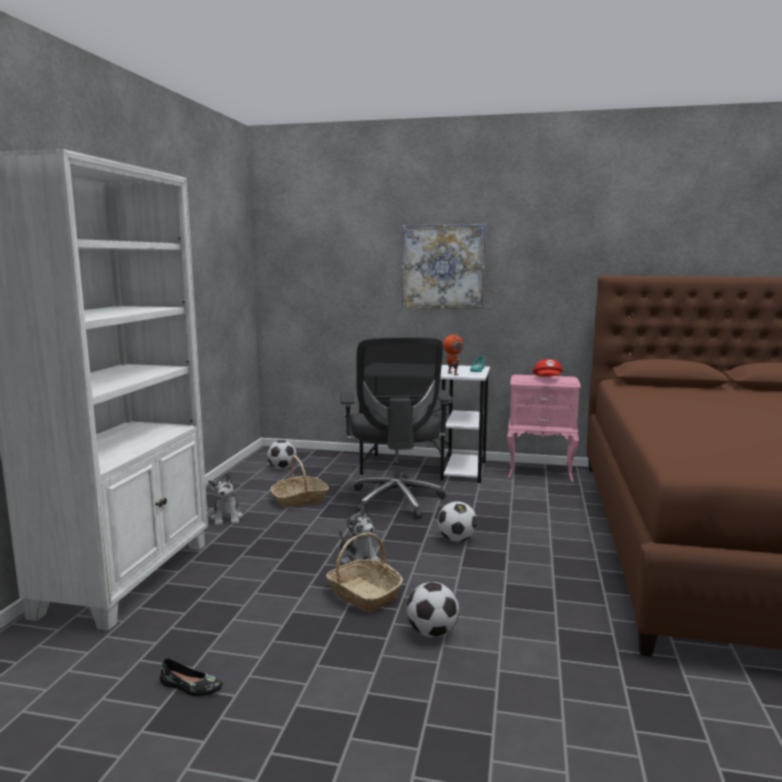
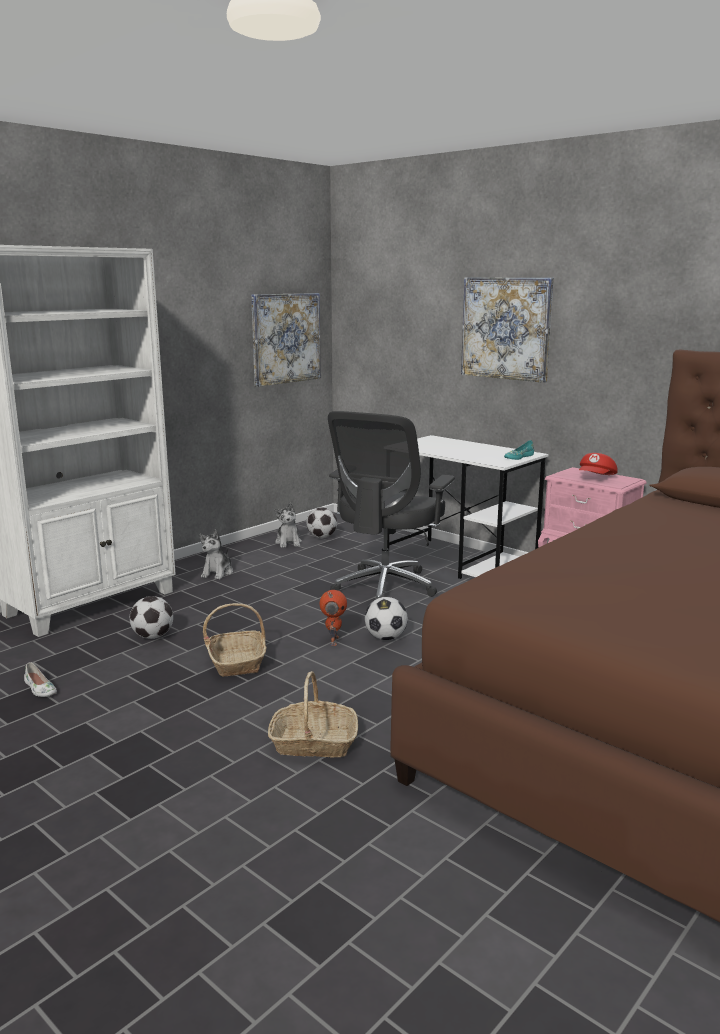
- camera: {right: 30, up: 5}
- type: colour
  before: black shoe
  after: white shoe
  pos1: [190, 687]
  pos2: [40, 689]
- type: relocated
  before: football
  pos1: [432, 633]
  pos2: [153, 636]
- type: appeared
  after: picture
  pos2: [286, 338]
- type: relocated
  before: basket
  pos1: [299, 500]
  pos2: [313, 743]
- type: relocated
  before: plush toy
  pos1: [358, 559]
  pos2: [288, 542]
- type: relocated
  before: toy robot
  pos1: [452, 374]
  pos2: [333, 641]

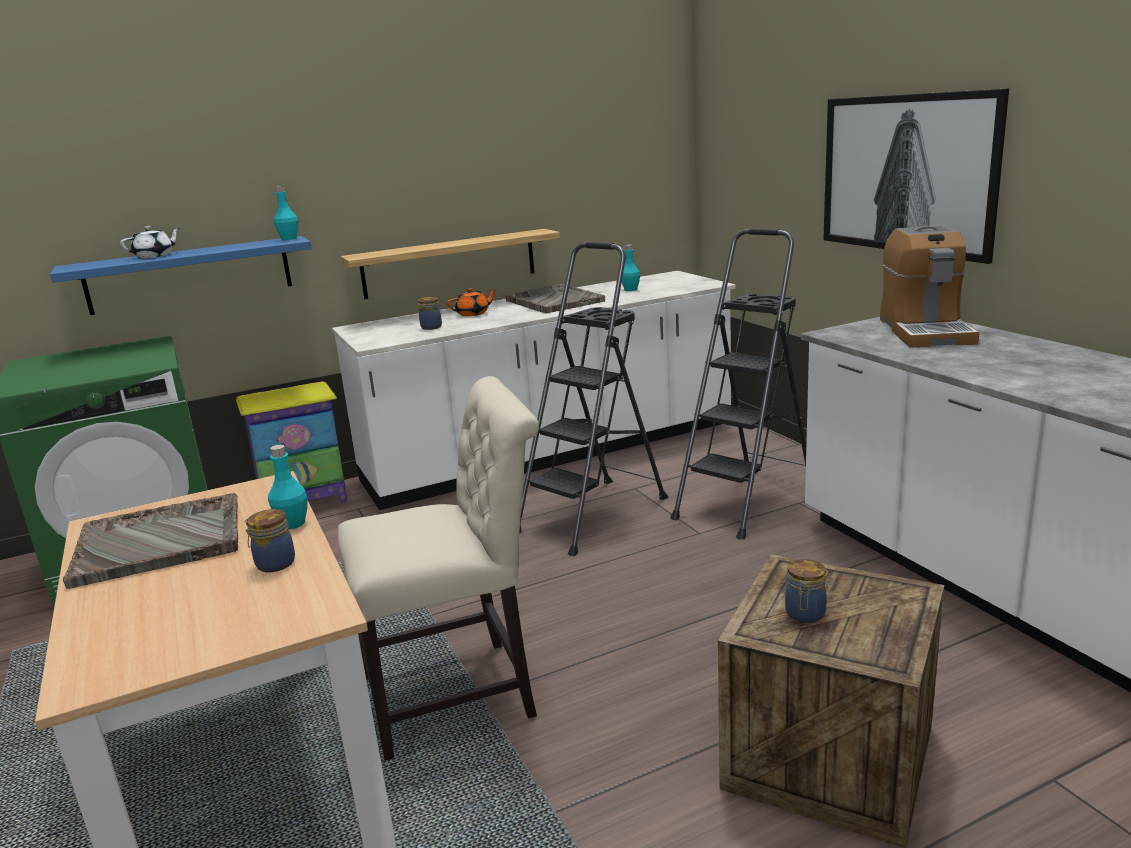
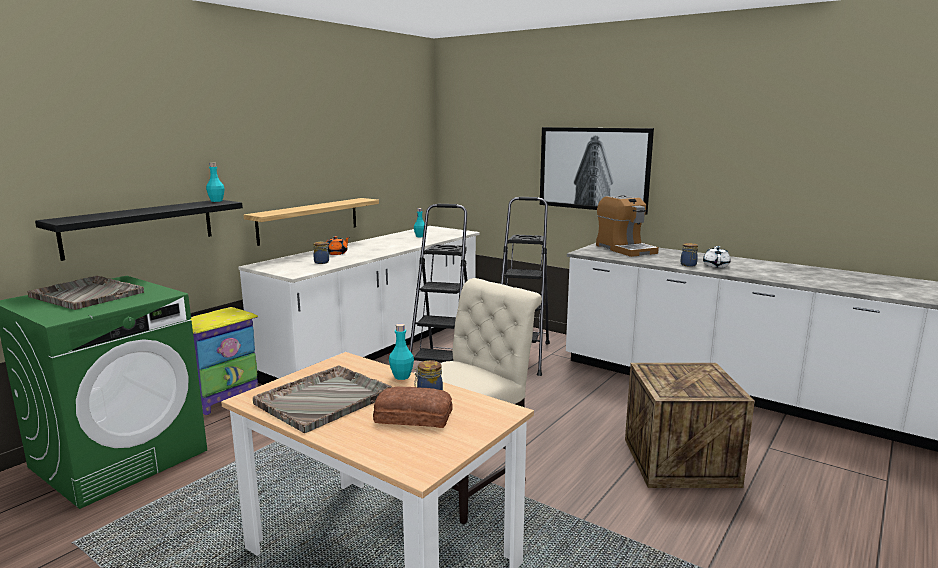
- camera: {right: -30, up: -5}
- type: relocated
  before: grey tray
  pos1: [554, 301]
  pos2: [86, 294]
- type: colour
  before: blue shelf
  after: black shelf
  pos1: [189, 275]
  pos2: [140, 228]
- type: appeared
  after: bread
  pos2: [413, 416]
- type: relocated
  before: jar
  pos1: [805, 615]
  pos2: [688, 265]
- type: relocated
  before: white teapot
  pos1: [155, 256]
  pos2: [716, 265]

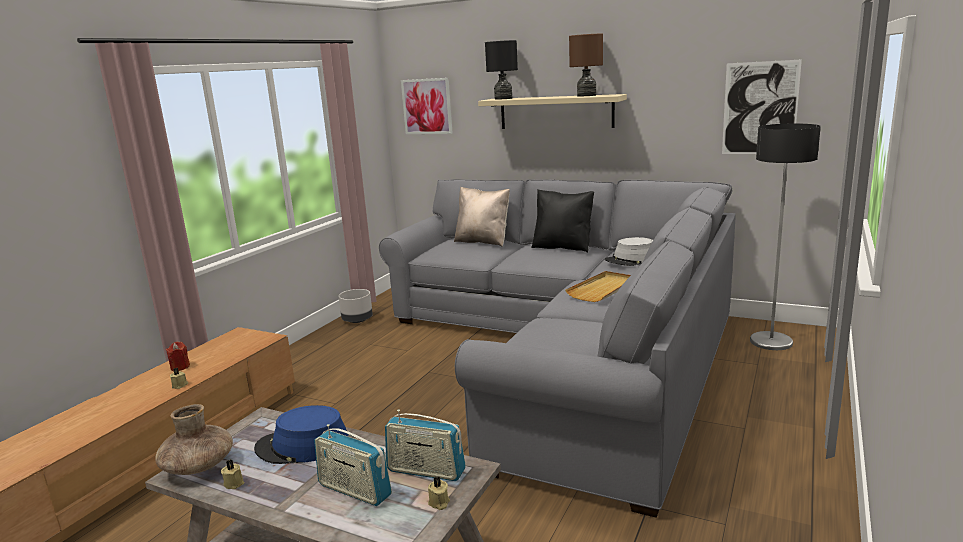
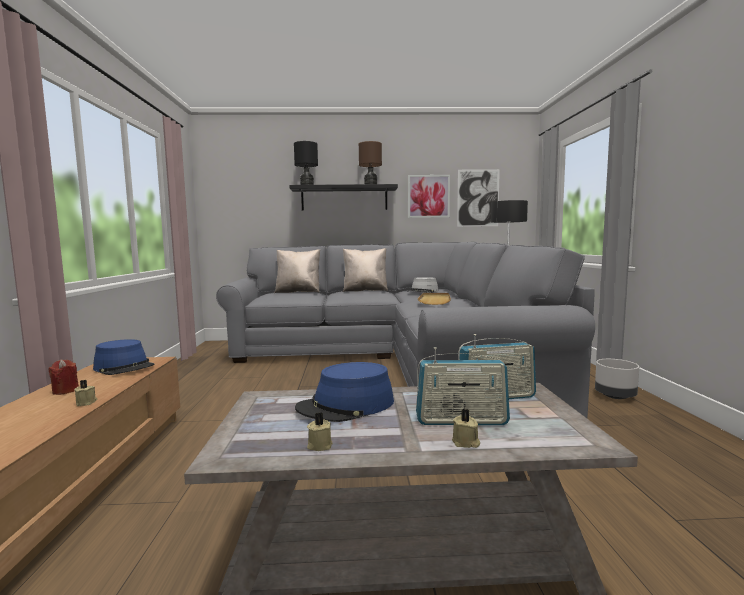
- camera: {right: -30, up: -10}
- type: appeared
  after: blue hat
  pos2: [124, 367]
- type: colour
  before: beige shelf
  after: black shelf
  pos1: [556, 112]
  pos2: [344, 198]
- type: colour
  before: black pillow
  after: beige pillow
  pos1: [563, 247]
  pos2: [365, 290]
- type: relocated
  before: picture
  pos1: [427, 106]
  pos2: [428, 196]
- type: relocated
  before: beige candle
  pos1: [439, 503]
  pos2: [466, 443]
- type: relocated
  before: grey planter
  pos1: [357, 320]
  pos2: [615, 396]
- type: missing
  before: brown vase
  pos1: [198, 466]

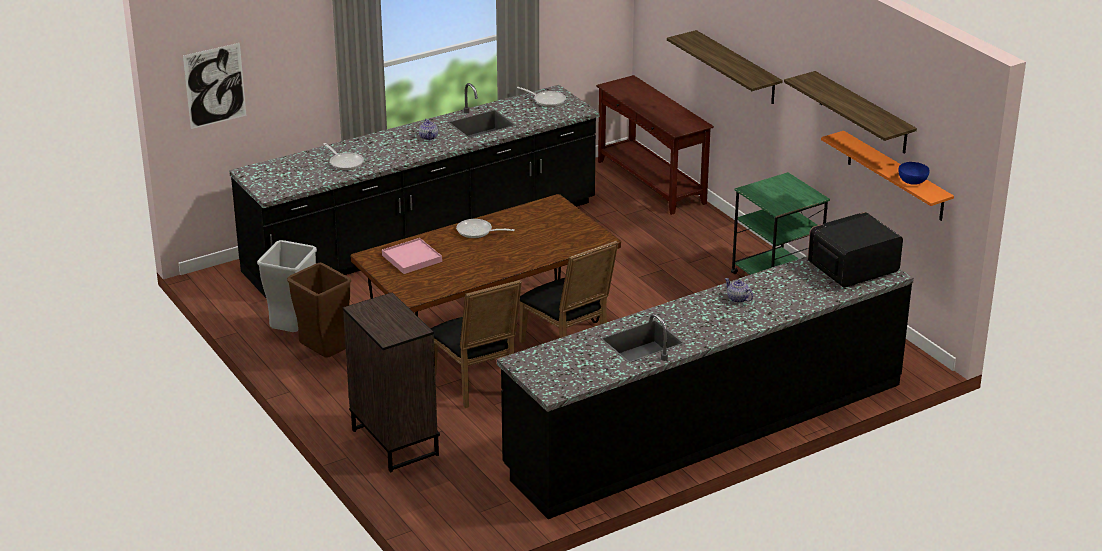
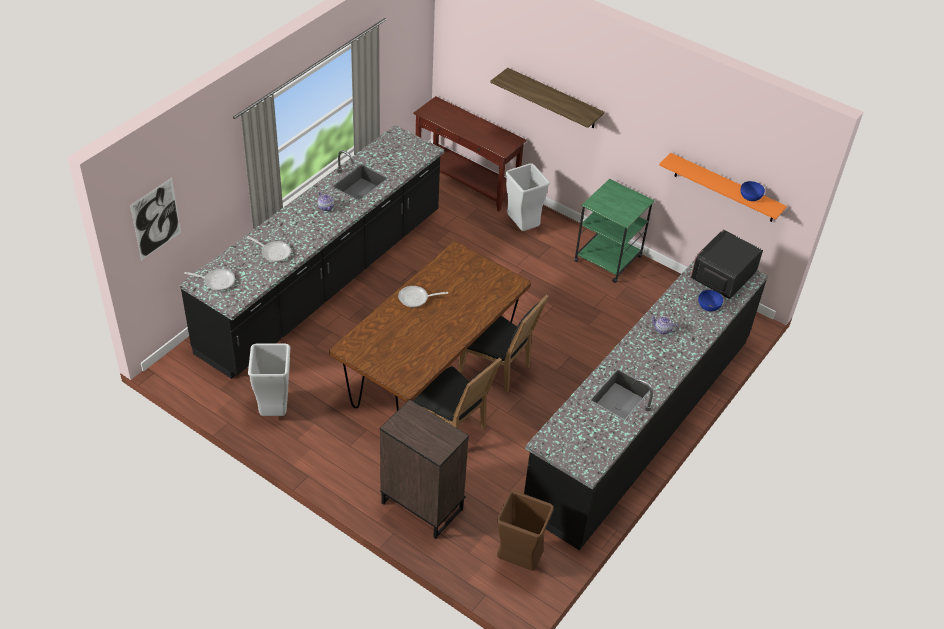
- camera: {right: -25, up: 15}
- type: relocated
  before: frying pan
  pos1: [547, 100]
  pos2: [216, 281]
- type: relocated
  before: brown trash can
  pos1: [324, 356]
  pos2: [518, 561]
- type: appeared
  after: grey trash can
  pos2: [522, 227]
- type: appeared
  after: blue bowl
  pos2: [709, 306]
- type: missing
  before: pink tray
  pos1: [412, 258]
- type: missing
  before: shelf
  pos1: [863, 113]

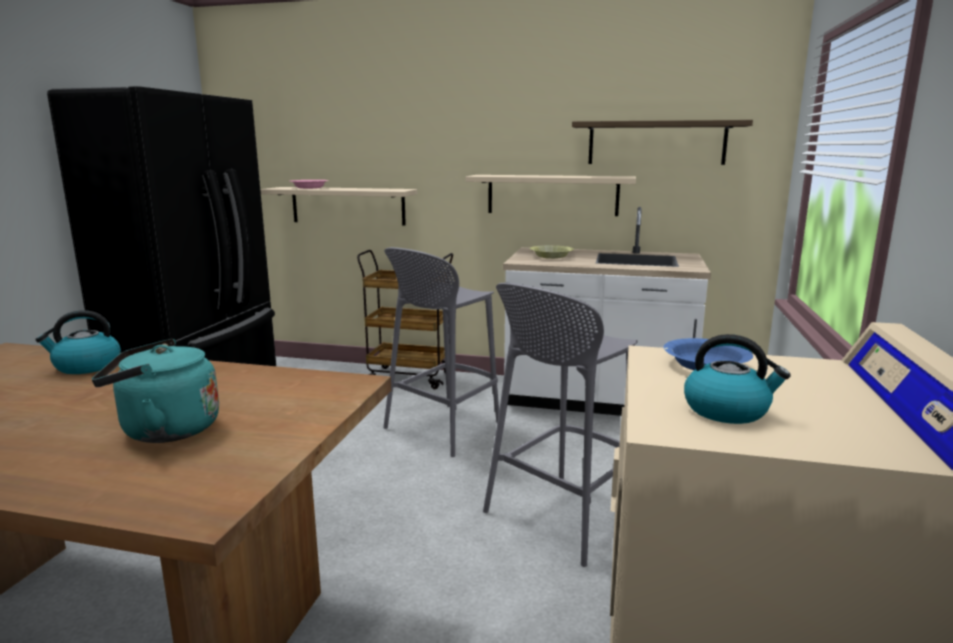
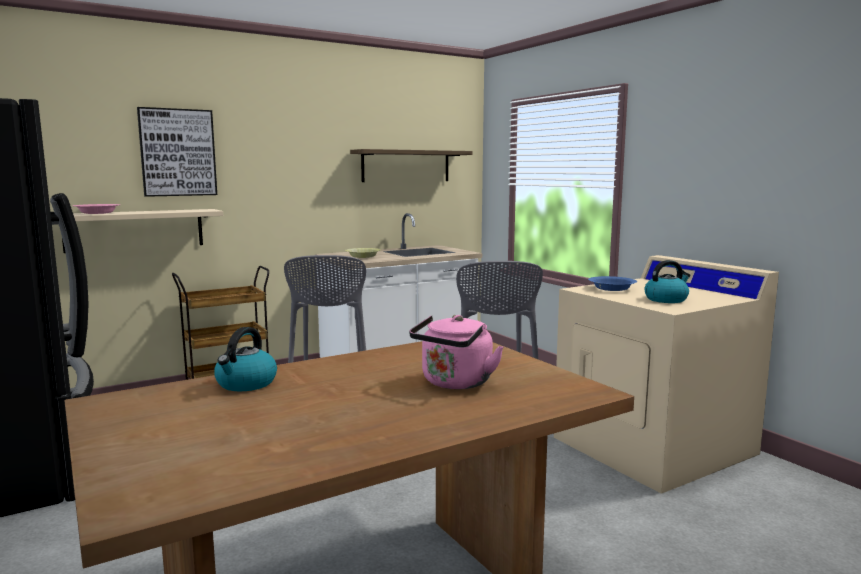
- camera: {right: -45, up: -5}
- type: appeared
  after: picture
  pos2: [178, 152]
- type: colour
  before: turquoise kettle
  after: pink kettle
  pos1: [164, 430]
  pos2: [455, 383]
- type: missing
  before: beige shelf
  pos1: [552, 195]

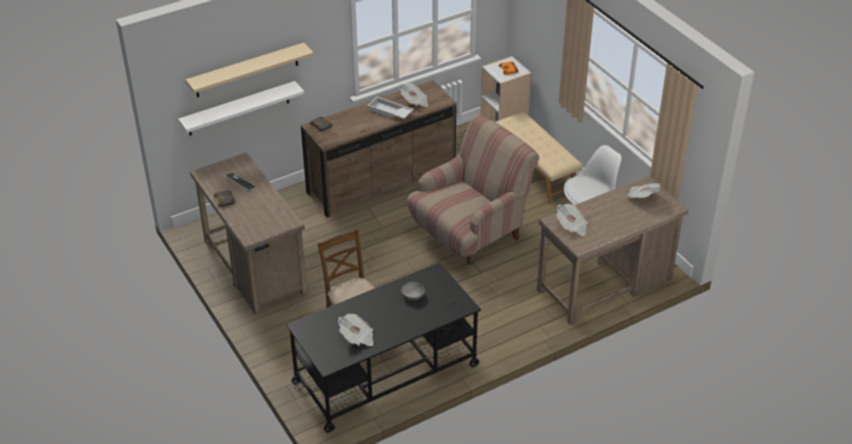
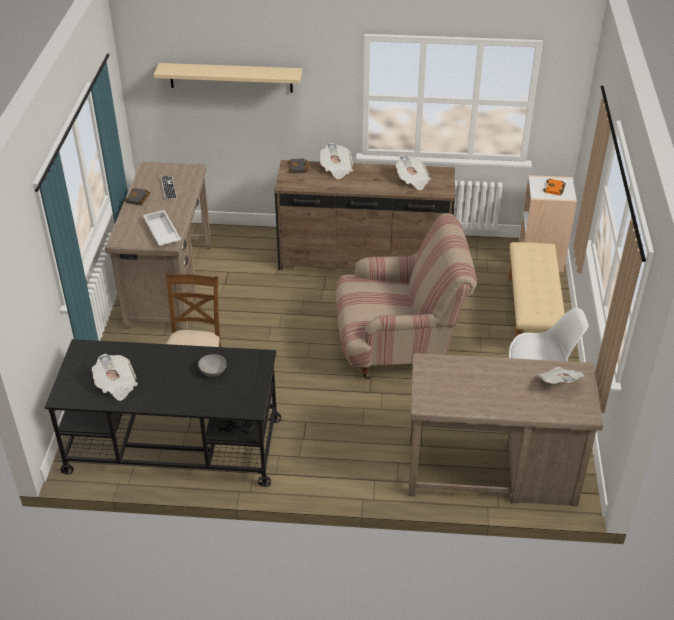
- camera: {right: 35, up: 0}
- type: relocated
  before: white tray
  pos1: [389, 112]
  pos2: [161, 232]
- type: relocated
  before: newspaper
  pos1: [572, 226]
  pos2: [336, 169]
- type: missing
  before: white shelf
  pos1: [238, 109]

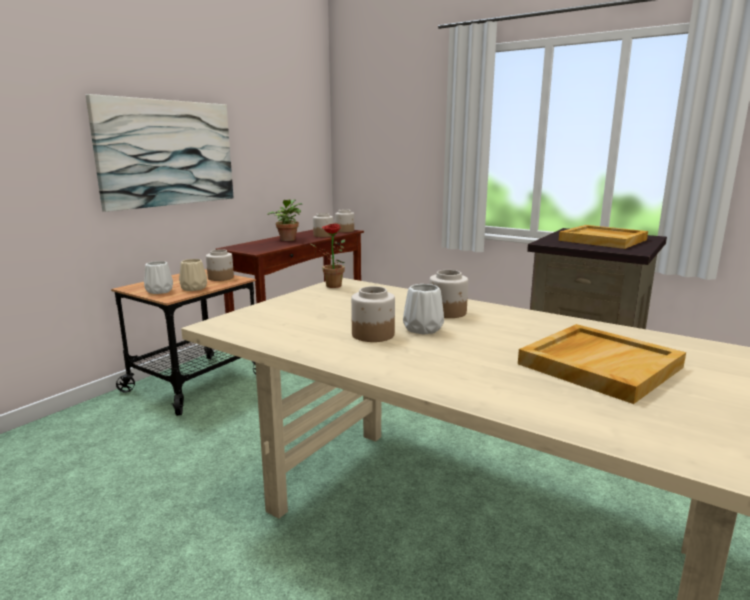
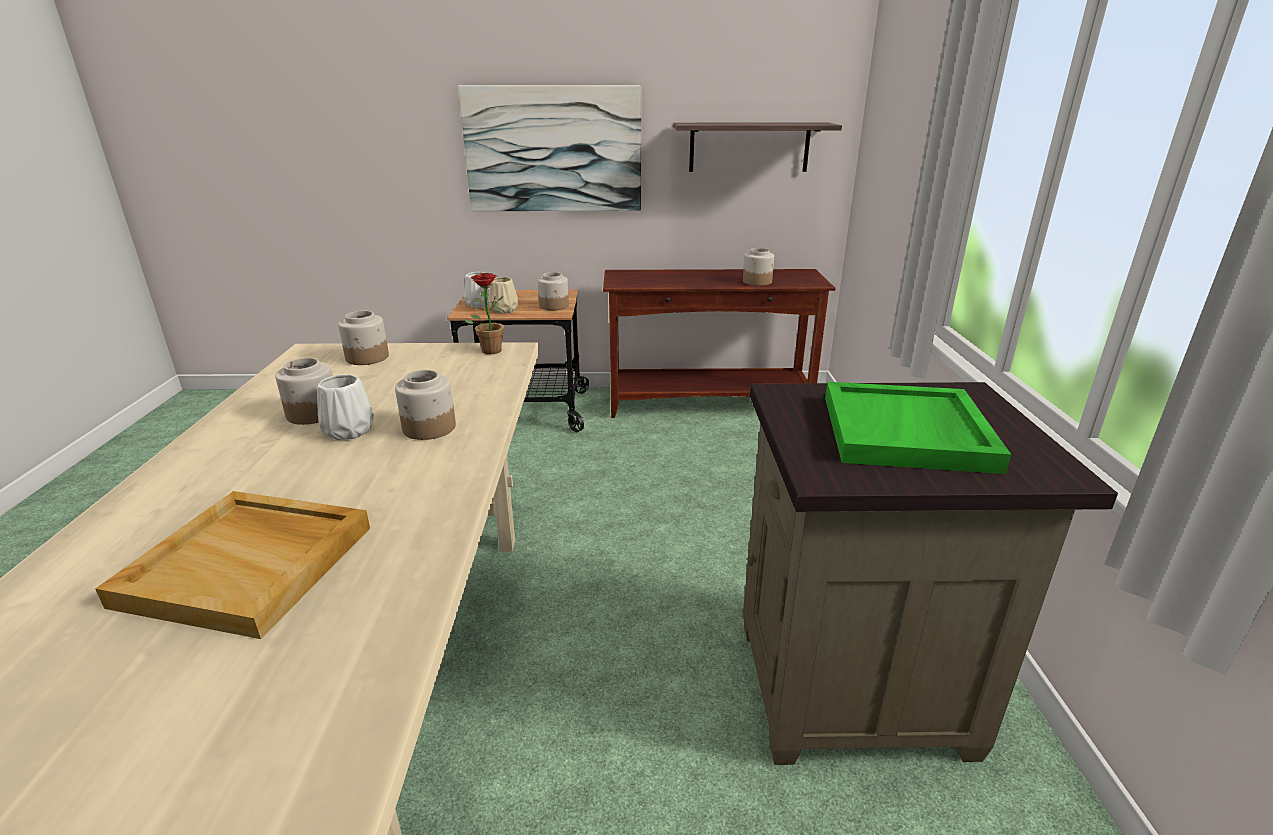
- camera: {right: 55, up: 10}
- type: relocated
  before: jar
  pos1: [345, 231]
  pos2: [367, 358]
- type: appeared
  after: shelf
  pos2: [749, 147]
- type: colour
  before: beige tray
  after: green tray
  pos1: [603, 240]
  pos2: [907, 433]
- type: missing
  before: potted plant
  pos1: [287, 239]

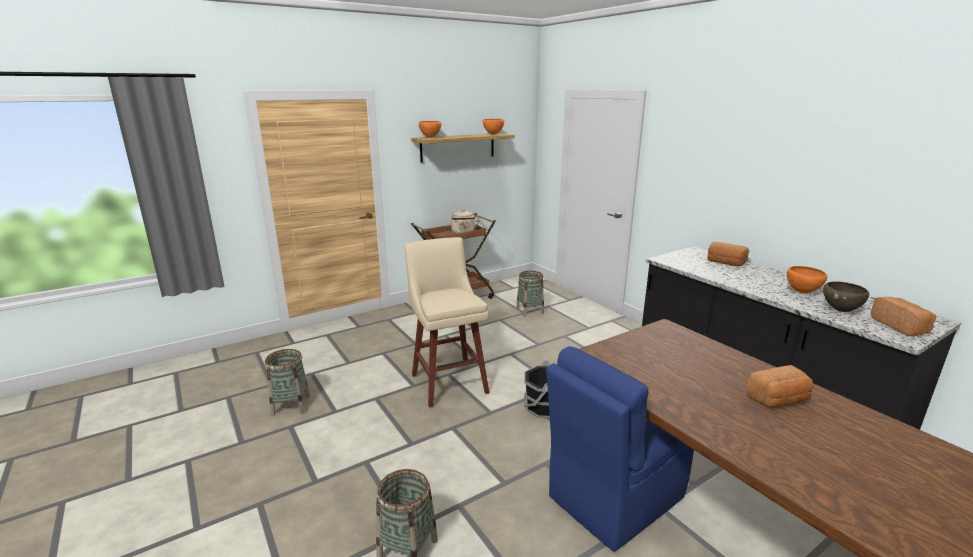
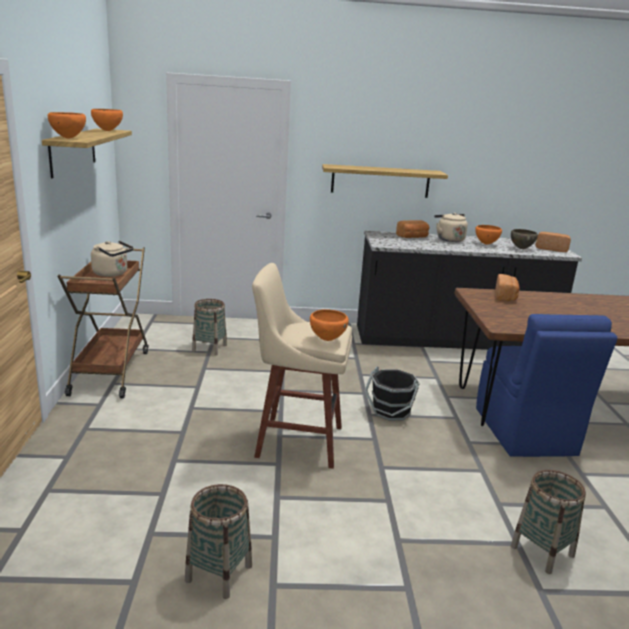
- camera: {right: -60, up: 0}
- type: appeared
  after: orange bowl
  pos2: [327, 339]
- type: appeared
  after: shelf
  pos2: [380, 181]
- type: appeared
  after: beige kettle
  pos2: [449, 239]
- type: relocated
  before: bread
  pos1: [778, 400]
  pos2: [505, 297]

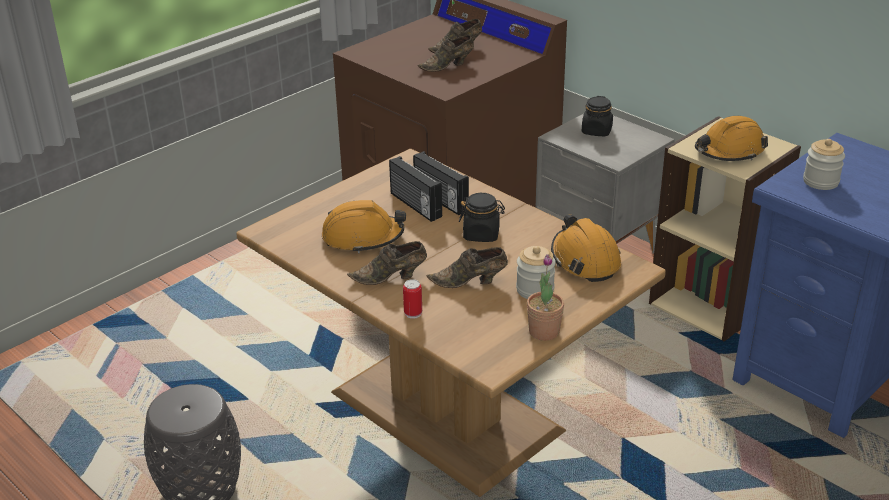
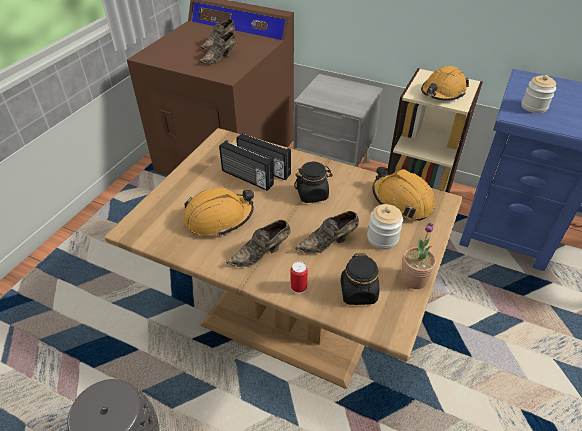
- camera: {right: -20, up: 10}
- type: relocated
  before: black jar
  pos1: [596, 131]
  pos2: [358, 292]

